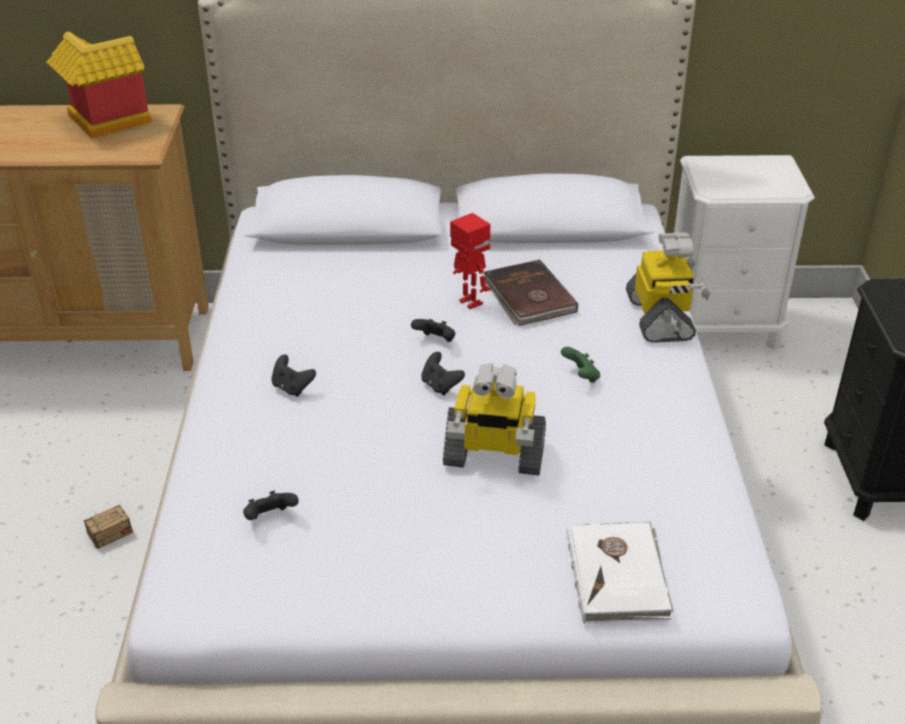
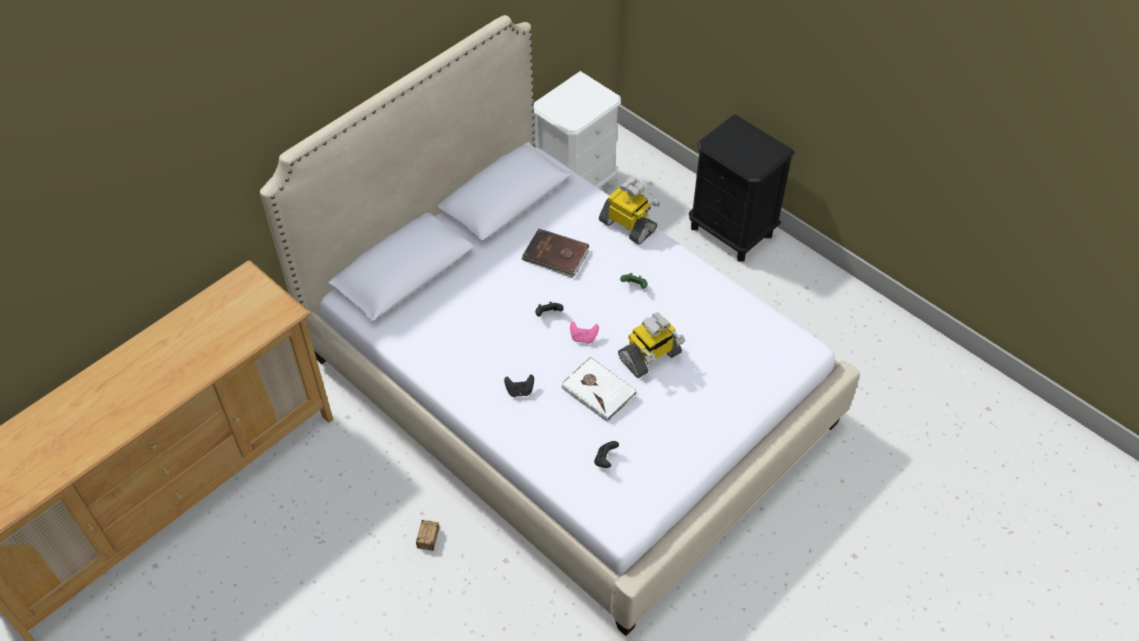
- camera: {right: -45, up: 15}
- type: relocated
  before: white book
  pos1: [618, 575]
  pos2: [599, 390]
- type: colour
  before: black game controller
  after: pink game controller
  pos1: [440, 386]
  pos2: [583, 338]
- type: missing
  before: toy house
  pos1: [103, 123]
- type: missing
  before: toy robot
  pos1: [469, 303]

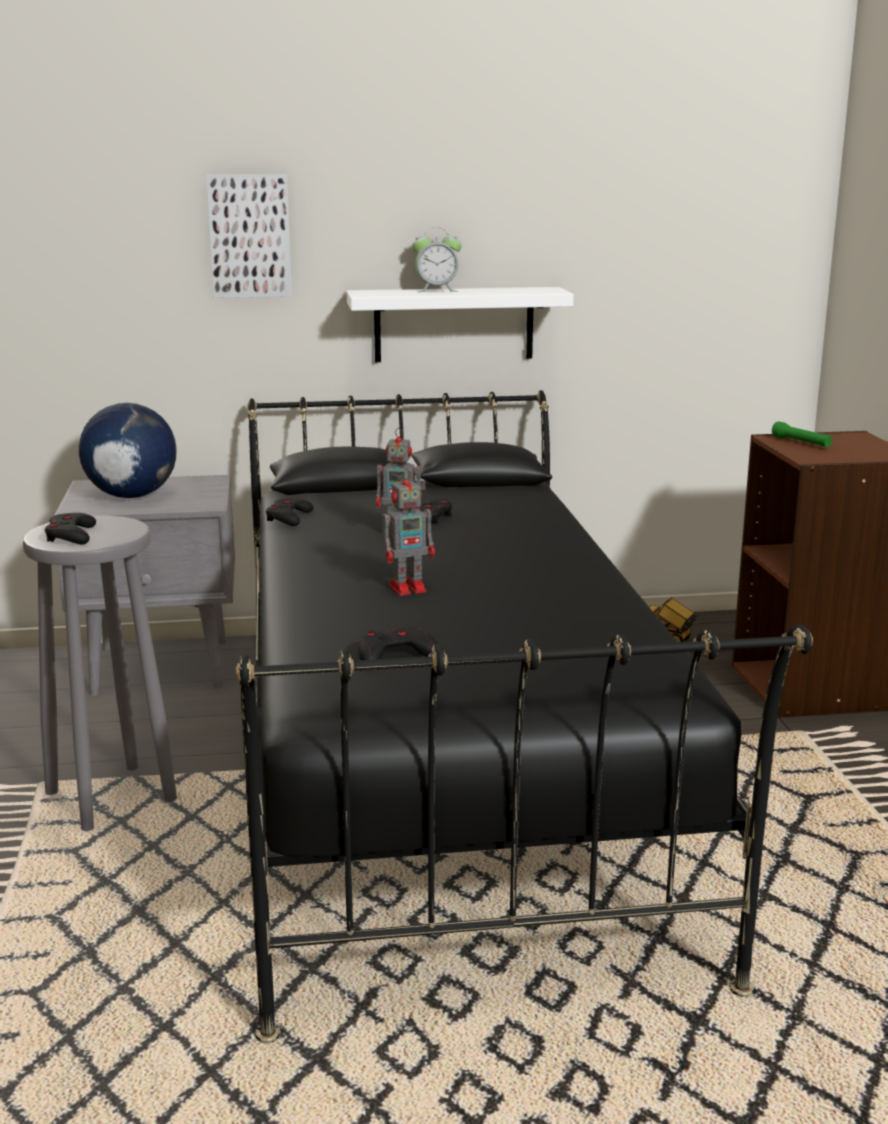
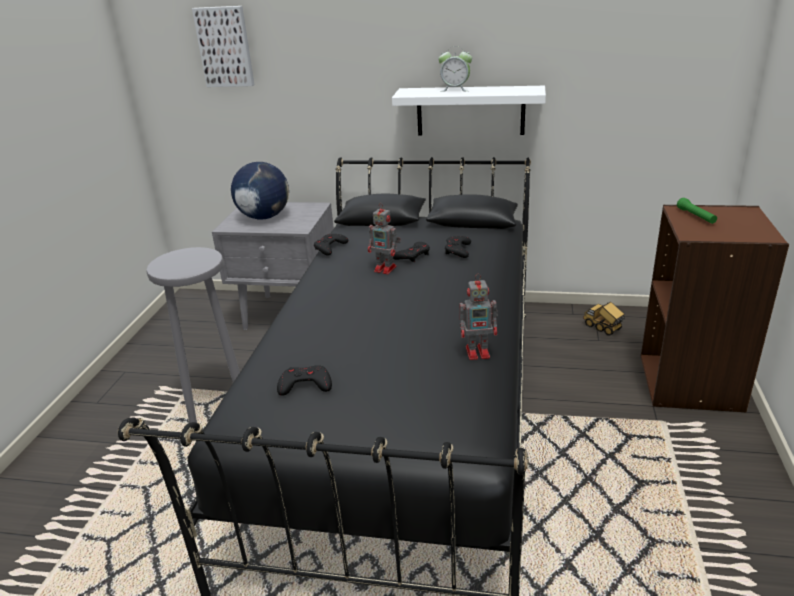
- camera: {right: 20, up: 10}
- type: relocated
  before: picture
  pos1: [249, 236]
  pos2: [225, 47]
- type: relocated
  before: black game controller
  pos1: [71, 536]
  pos2: [457, 250]
- type: relocated
  before: toy robot
  pos1: [409, 588]
  pos2: [479, 352]

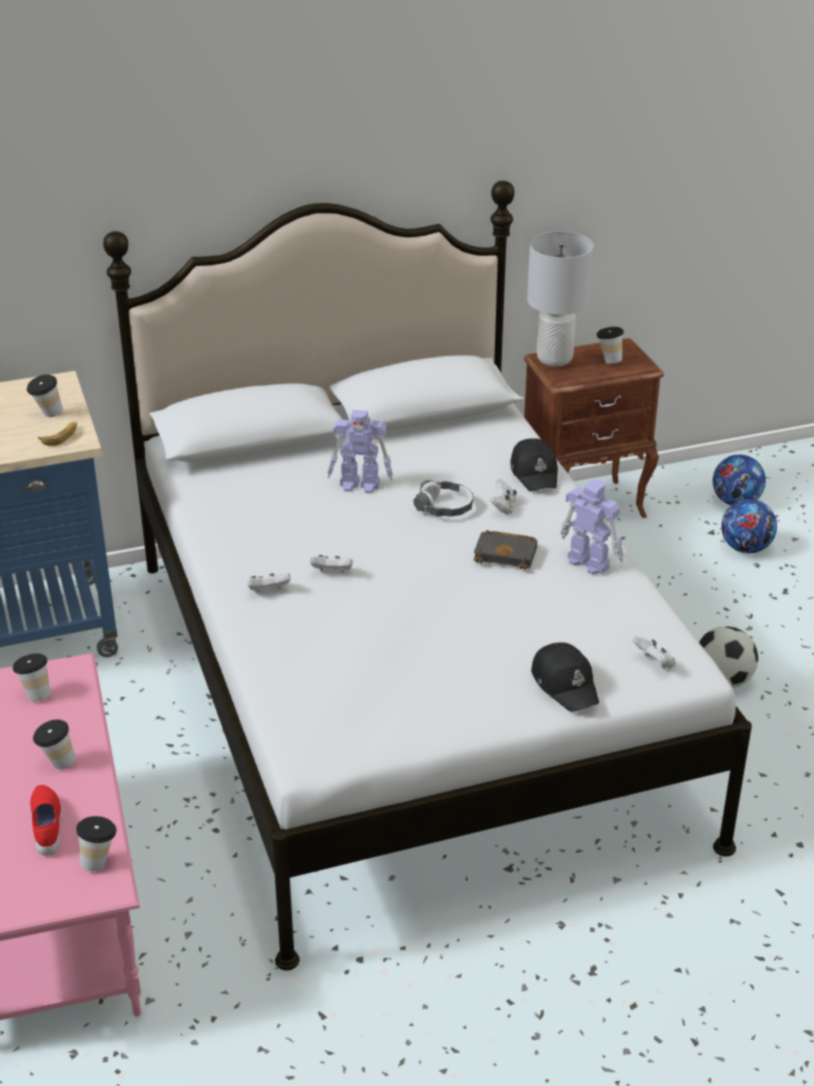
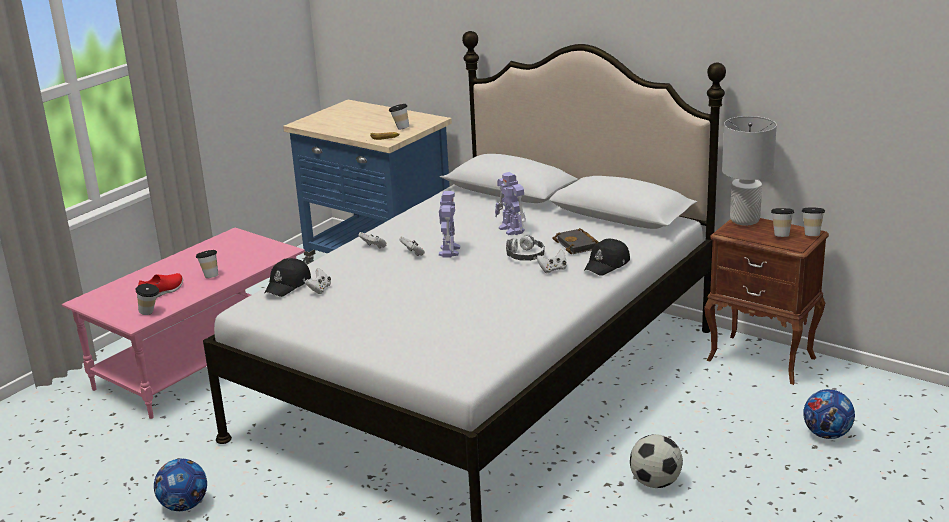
- camera: {right: 55, up: -10}
- type: relocated
  before: football
  pos1: [735, 502]
  pos2: [184, 506]
- type: relocated
  before: black cap
  pos1: [565, 684]
  pos2: [288, 285]
- type: relocated
  before: white game controller
  pos1: [654, 663]
  pos2: [319, 289]
- type: relocated
  before: toy robot
  pos1: [587, 562]
  pos2: [449, 251]
- type: relocated
  before: black book
  pos1: [507, 553]
  pos2: [578, 245]
- type: relocated
  before: cup
  pos1: [35, 694]
  pos2: [811, 234]

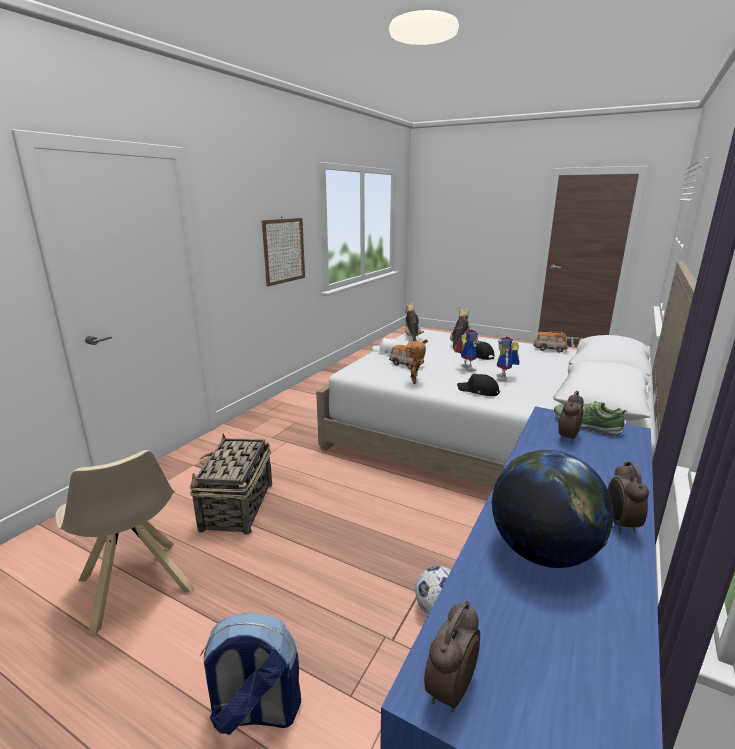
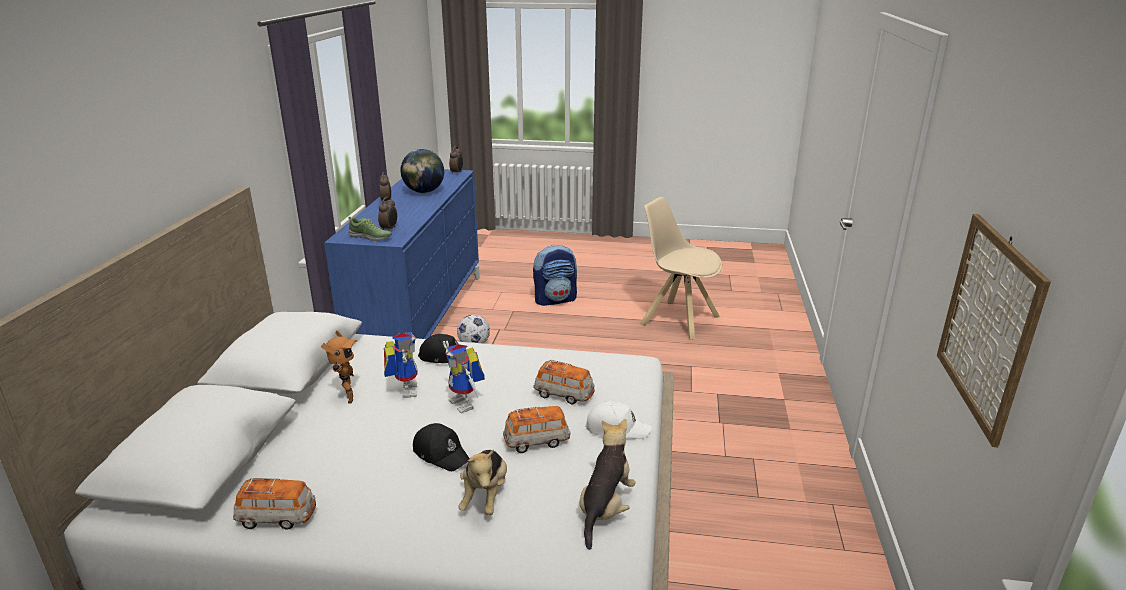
- camera: {right: 160, up: 5}
- type: relocated
  before: toy robot
  pos1: [416, 381]
  pos2: [346, 398]
- type: appeared
  after: toy car
  pos2: [537, 441]
- type: spun
  before: plush toy
  pos1: [412, 337]
  pos2: [605, 509]
  turn: -135
- type: missing
  before: basket
  pos1: [237, 507]

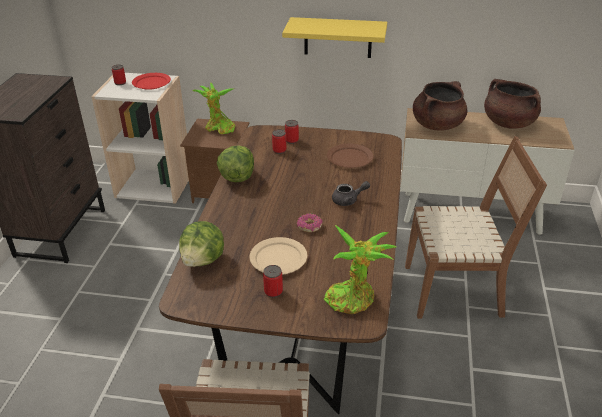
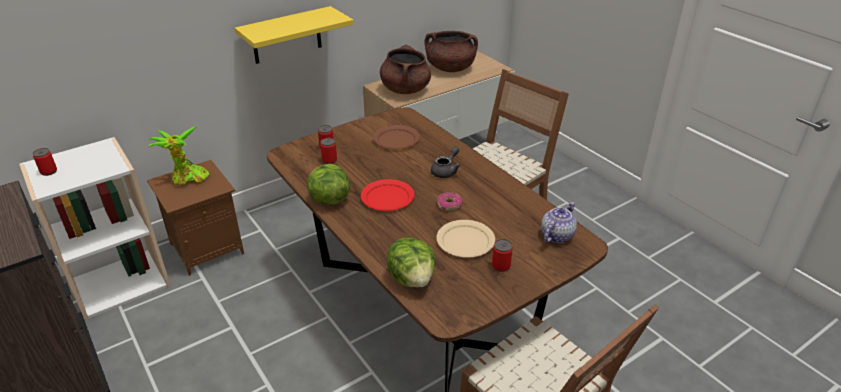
- camera: {right: -45, up: 0}
- type: relocated
  before: red plate
  pos1: [151, 83]
  pos2: [387, 197]
- type: exchanged
  before: potted plant
  after: teapot
  pos1: [353, 298]
  pos2: [556, 235]

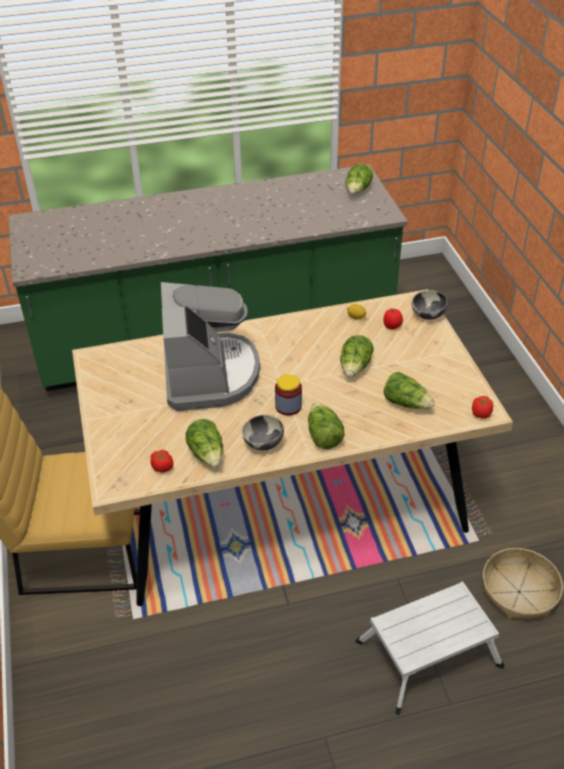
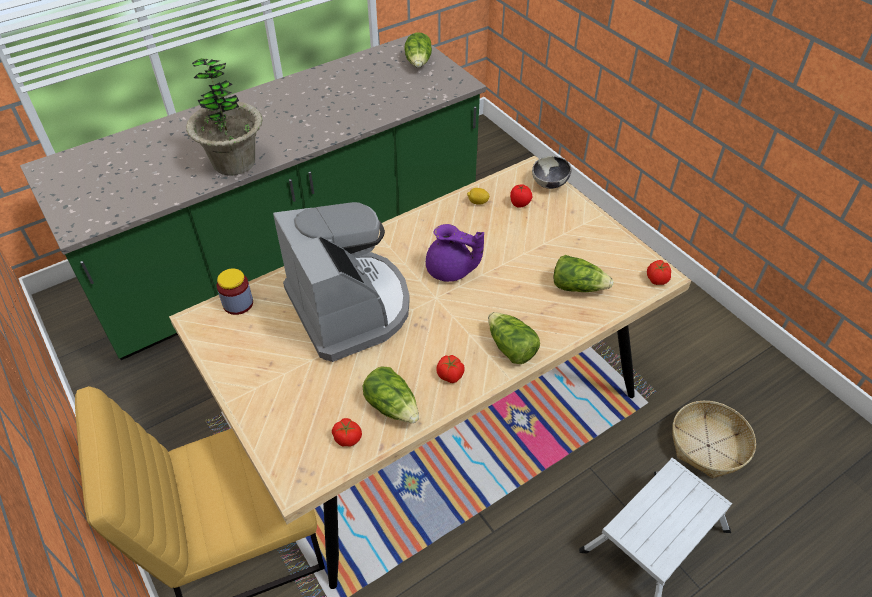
- camera: {right: -20, up: 5}
- type: appeared
  after: potted plant
  pos2: [234, 162]
- type: relocated
  before: jar
  pos1: [288, 406]
  pos2: [238, 303]
- type: appeared
  after: purple teapot
  pos2: [451, 271]
- type: exchanged
  before: bowl
  after: tomato
  pos1: [263, 444]
  pos2: [450, 376]
- type: missing
  before: lettuce
  pos1: [355, 367]

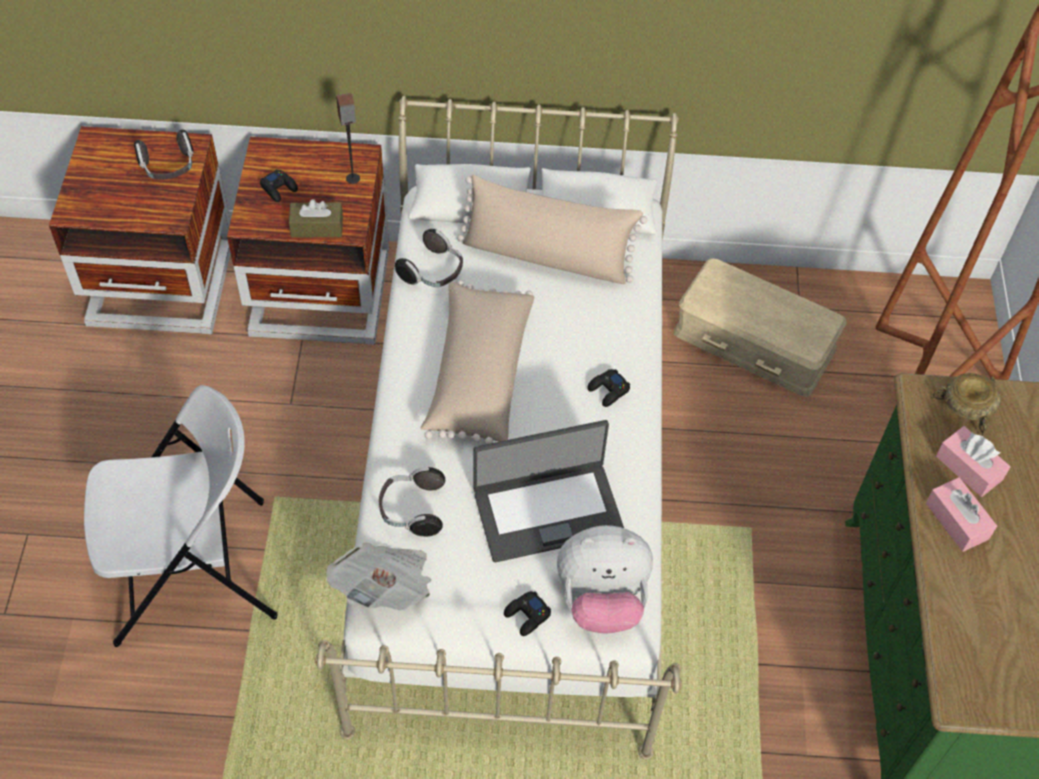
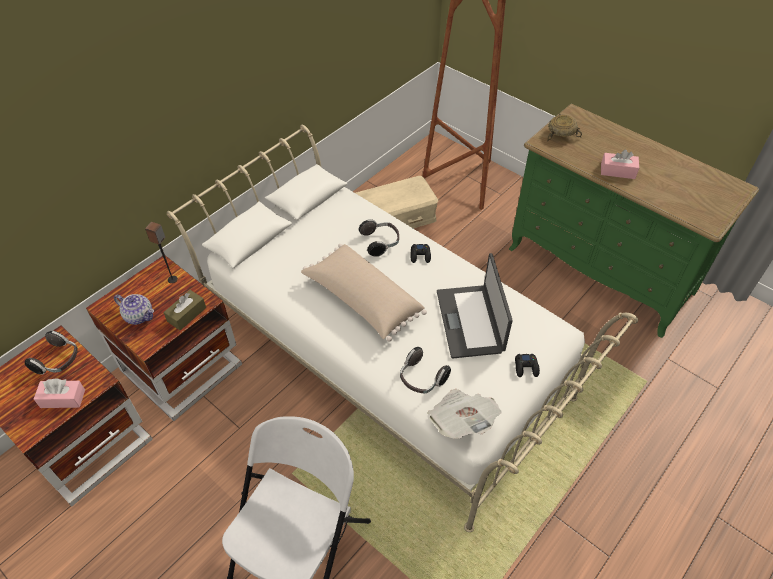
- camera: {right: -50, up: -5}
- type: relocated
  before: pink tissue box
  pos1: [968, 468]
  pos2: [63, 398]
- type: exchanged
  before: black game controller
  after: teapot
  pos1: [279, 188]
  pos2: [139, 316]
- type: relocated
  before: headphones
  pos1: [433, 272]
  pos2: [380, 243]
- type: spun
  before: laptop
  pos1: [547, 511]
  pos2: [471, 321]
  turn: 150
- type: missing
  before: beige pillow
  pos1: [547, 256]
- type: missing
  before: plush toy
  pos1: [601, 599]

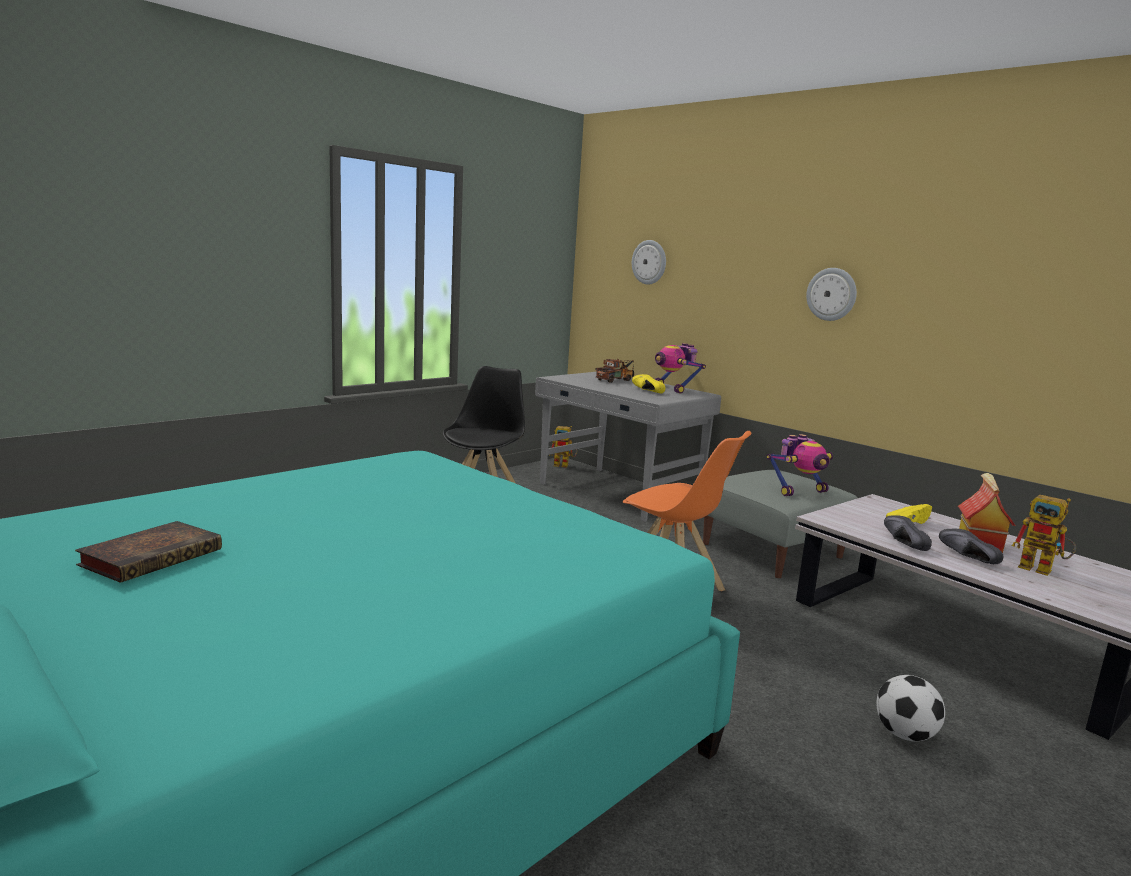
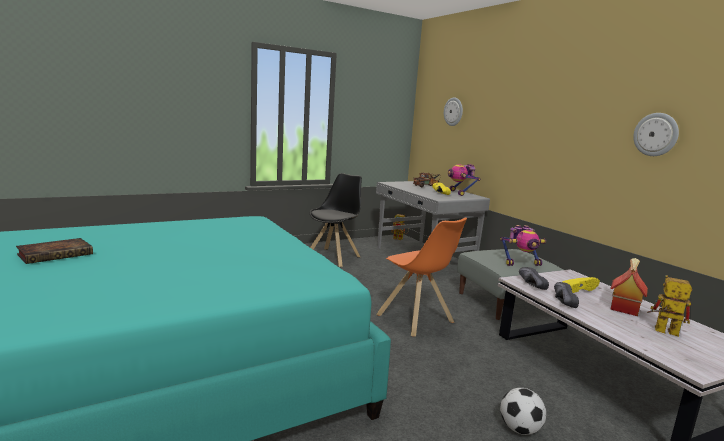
- camera: {right: 15, up: 0}
- type: relocated
  before: black shoe
  pos1: [965, 557]
  pos2: [529, 284]
- type: relocated
  before: wall clock
  pos1: [831, 294]
  pos2: [656, 134]
- type: spun
  before: toy robot
  pos1: [1043, 570]
  pos2: [660, 331]
  turn: 150

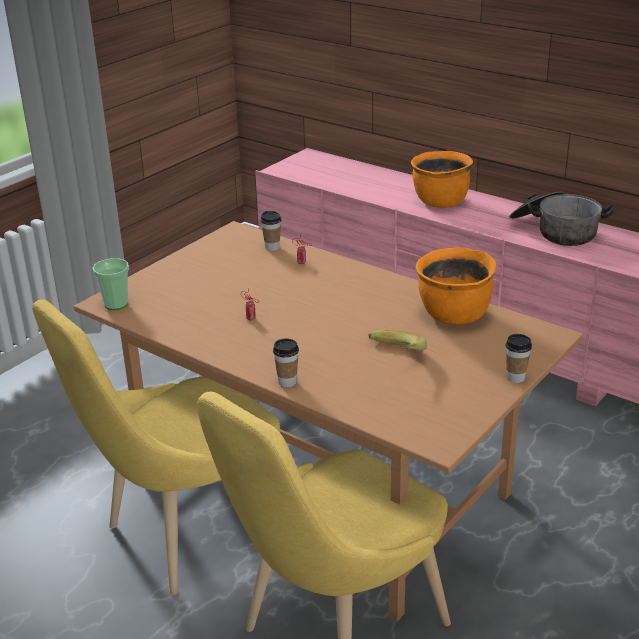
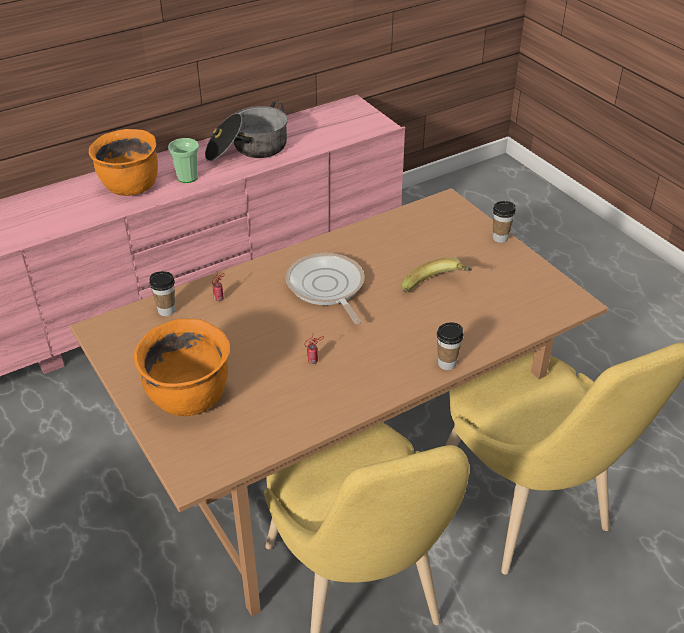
- camera: {right: -70, up: 10}
- type: relocated
  before: orange cooking pot
  pos1: [454, 315]
  pos2: [189, 398]
- type: relocated
  before: cup
  pos1: [116, 304]
  pos2: [187, 177]
- type: appeared
  after: frying pan
  pos2: [326, 288]

